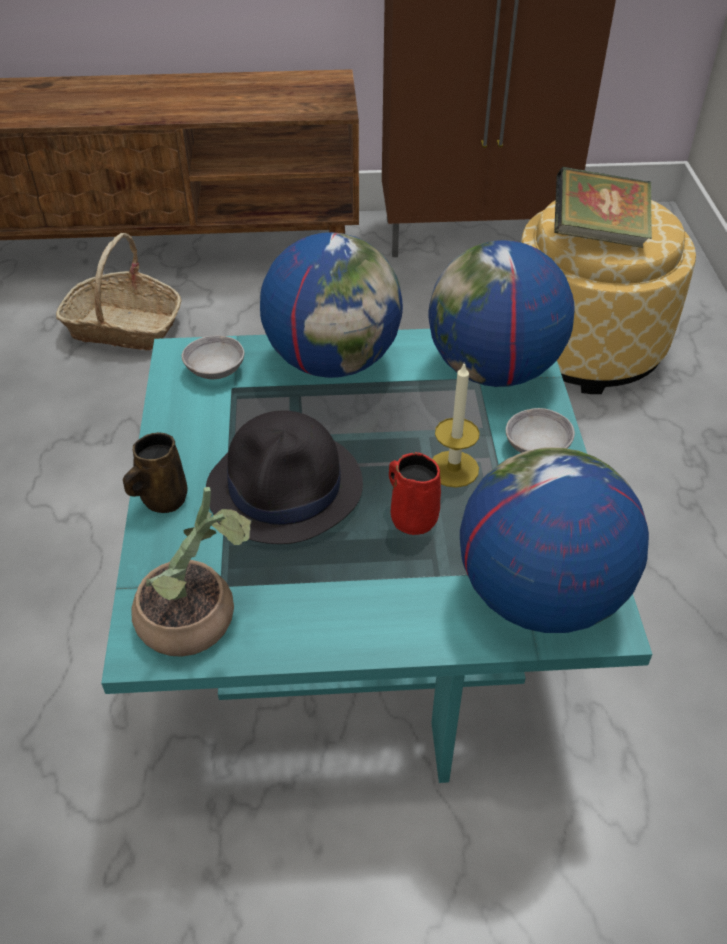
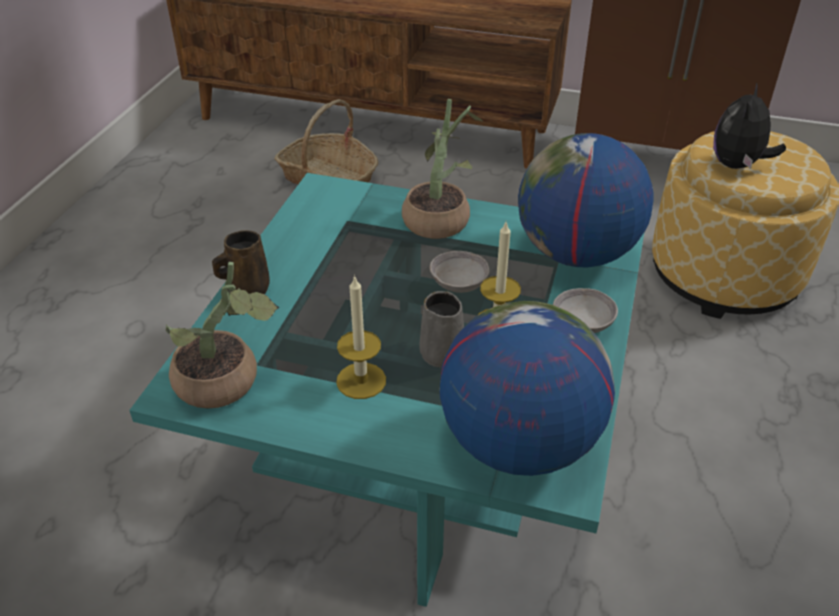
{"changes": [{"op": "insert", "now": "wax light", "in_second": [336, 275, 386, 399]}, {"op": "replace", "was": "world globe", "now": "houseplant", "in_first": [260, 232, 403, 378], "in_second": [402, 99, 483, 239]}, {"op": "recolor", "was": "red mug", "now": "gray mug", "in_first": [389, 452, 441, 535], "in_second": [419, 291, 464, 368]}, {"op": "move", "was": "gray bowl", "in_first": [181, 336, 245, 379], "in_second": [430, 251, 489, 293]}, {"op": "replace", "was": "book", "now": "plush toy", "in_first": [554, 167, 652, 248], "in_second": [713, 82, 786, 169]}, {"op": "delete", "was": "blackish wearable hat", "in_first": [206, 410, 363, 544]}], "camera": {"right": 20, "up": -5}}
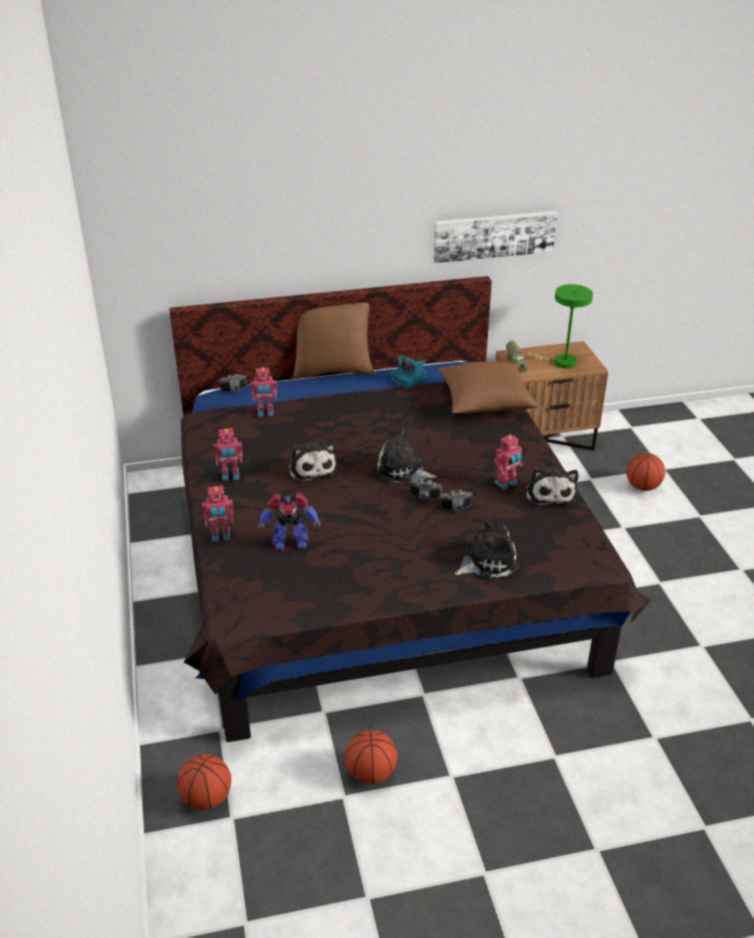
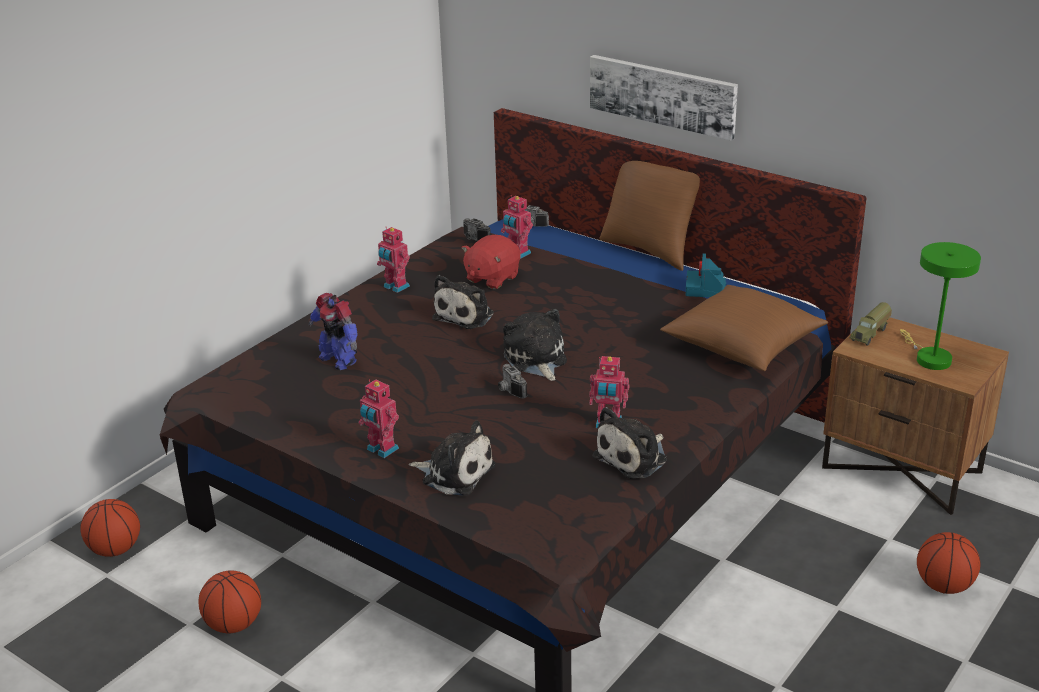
{"changes": [{"op": "move", "was": "robot figure", "in_first": [202, 486, 234, 542], "in_second": [359, 380, 399, 458]}, {"op": "insert", "now": "red plush toy", "in_second": [462, 235, 521, 289]}, {"op": "move", "was": "still camera", "in_first": [440, 490, 473, 511], "in_second": [463, 218, 491, 241]}, {"op": "move", "was": "wall art", "in_first": [434, 211, 557, 263], "in_second": [590, 55, 738, 141]}], "camera": {"right": 50, "up": -5}}
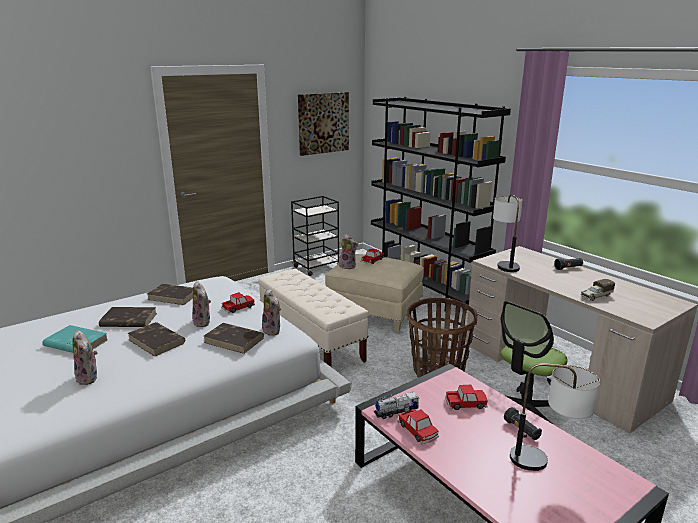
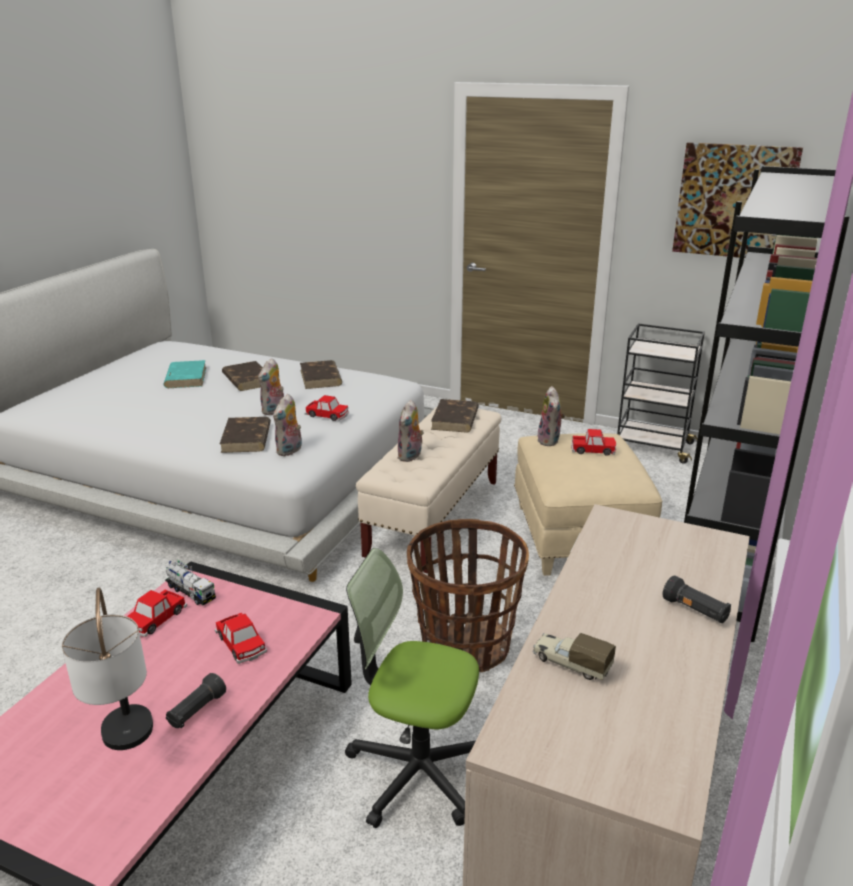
{"changes": [{"op": "move", "was": "plush toy", "in_first": [72, 330, 97, 385], "in_second": [397, 400, 424, 462]}, {"op": "move", "was": "brown book", "in_first": [127, 322, 185, 357], "in_second": [431, 399, 479, 433]}, {"op": "delete", "was": "table lamp", "in_first": [493, 194, 523, 272]}], "camera": {"right": 60, "up": 5}}
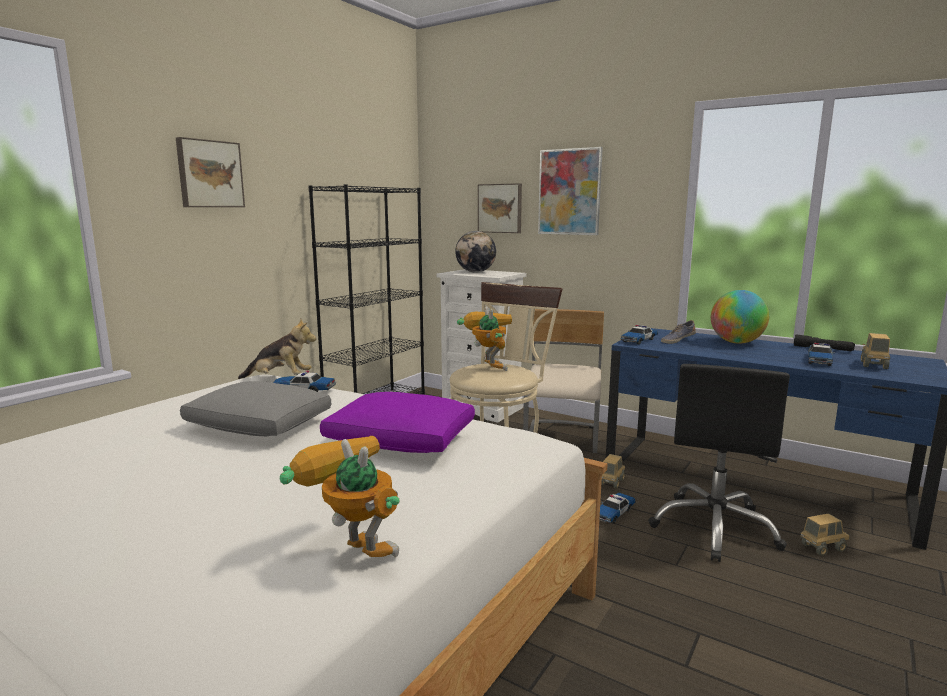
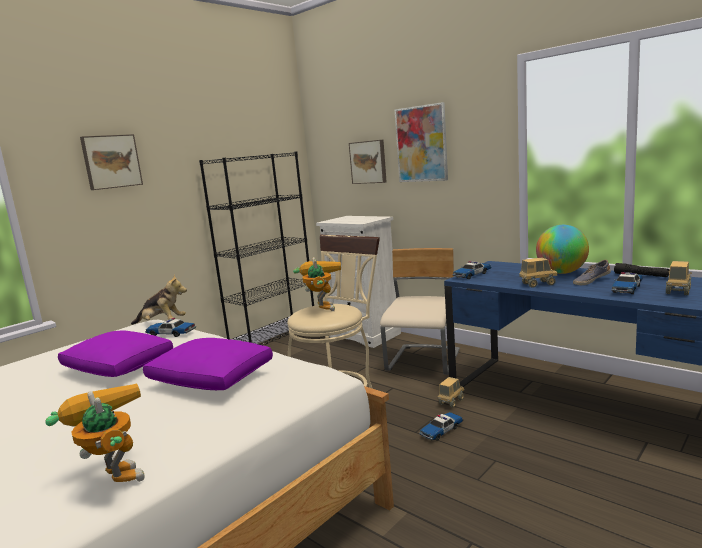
{"changes": [{"op": "recolor", "was": "gray throw pillow", "now": "purple throw pillow", "in_first": [180, 381, 331, 436], "in_second": [58, 331, 173, 377]}, {"op": "move", "was": "toy truck", "in_first": [800, 513, 850, 556], "in_second": [519, 258, 558, 288]}, {"op": "move", "was": "low shoe", "in_first": [661, 320, 696, 344], "in_second": [573, 260, 611, 285]}, {"op": "delete", "was": "world globe", "in_first": [455, 231, 496, 273]}, {"op": "delete", "was": "blackish computer chair", "in_first": [648, 364, 790, 562]}], "camera": {"right": 10, "up": 0}}
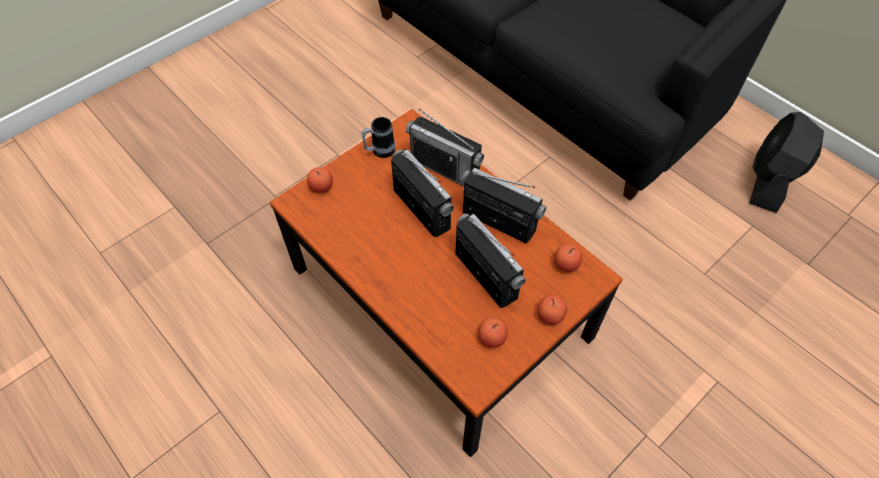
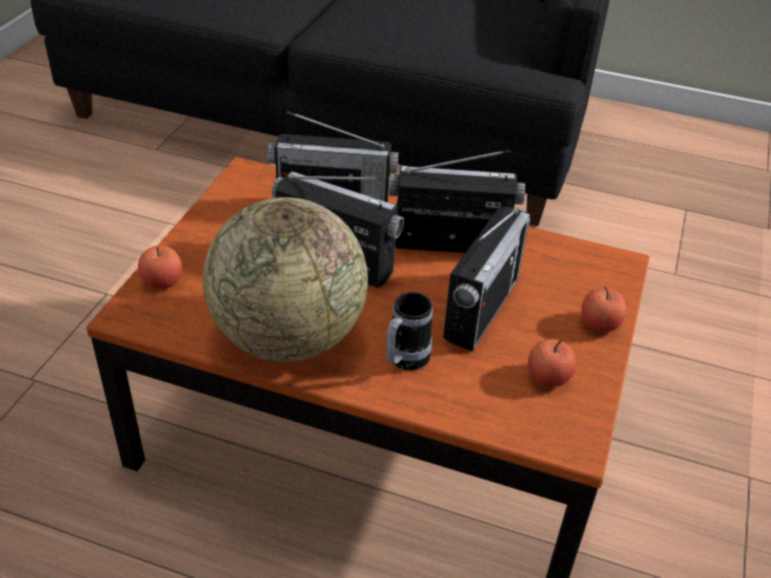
{"changes": [{"op": "insert", "now": "world globe", "in_second": [203, 197, 368, 362]}, {"op": "move", "was": "mug", "in_first": [362, 117, 395, 158], "in_second": [386, 292, 433, 370]}, {"op": "rotate", "was": "radio", "in_first": [455, 213, 526, 308], "in_second": [443, 206, 530, 351], "clockwise": 90}, {"op": "delete", "was": "apple", "in_first": [554, 244, 582, 272]}, {"op": "delete", "was": "blackish fan", "in_first": [749, 112, 824, 213]}], "camera": {"right": -30, "up": -15}}
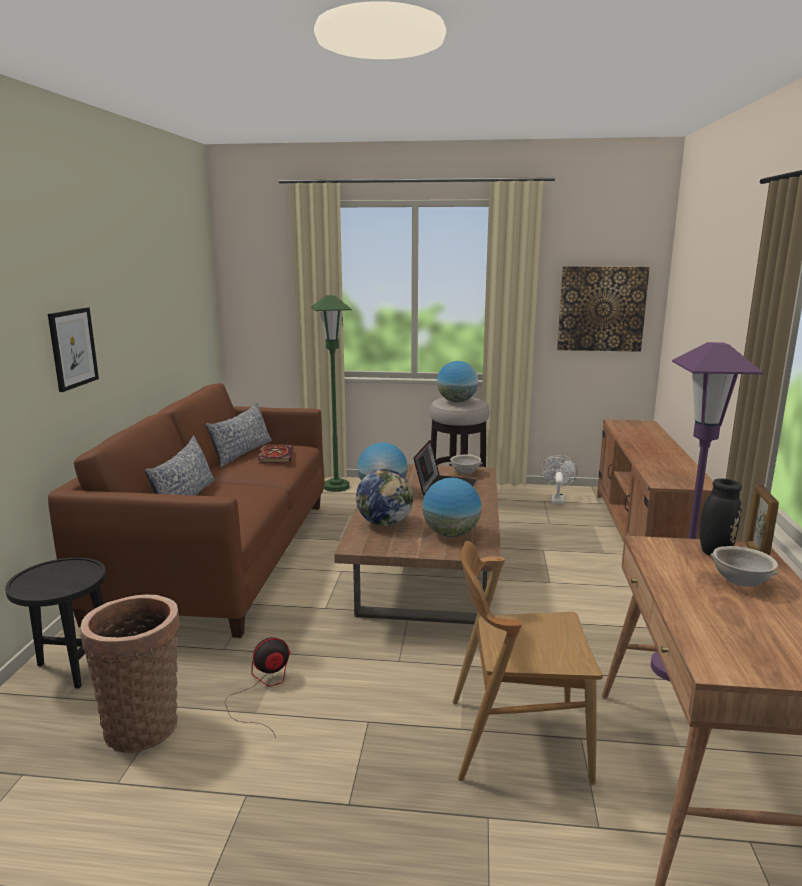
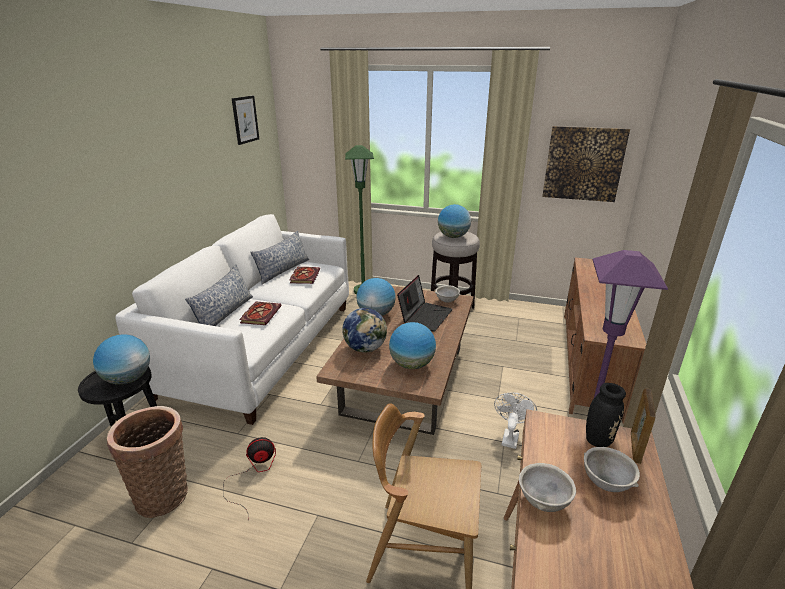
{"changes": [{"op": "insert", "now": "world globe", "in_second": [93, 334, 150, 385]}, {"op": "recolor", "was": "brown sofa", "now": "white sofa", "in_first": [48, 383, 325, 638], "in_second": [115, 214, 349, 425]}, {"op": "move", "was": "wall art", "in_first": [48, 307, 99, 392], "in_second": [232, 96, 259, 145]}, {"op": "insert", "now": "book", "in_second": [239, 302, 281, 325]}, {"op": "move", "was": "white fan", "in_first": [541, 455, 578, 504], "in_second": [494, 392, 537, 449]}, {"op": "insert", "now": "gray bowl", "in_second": [519, 463, 576, 512]}], "camera": {"right": 10, "up": 10}}
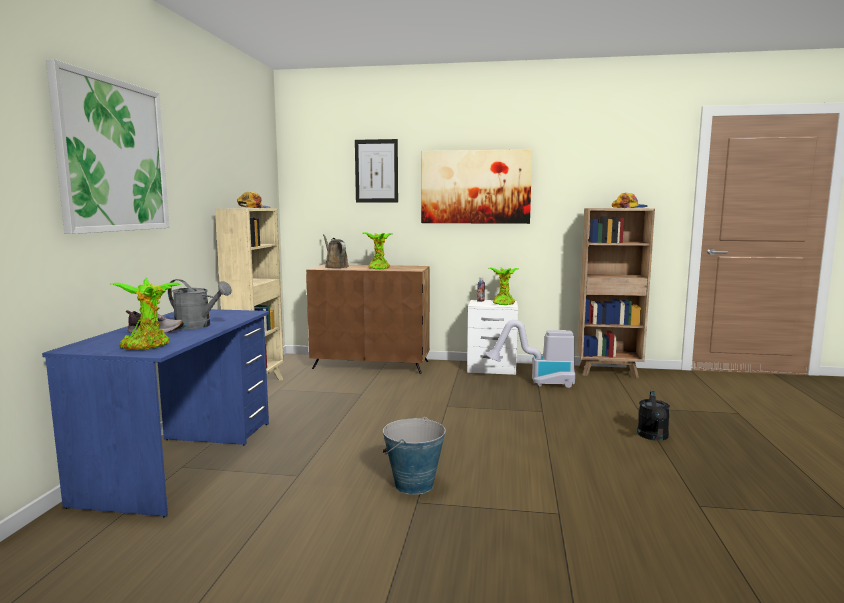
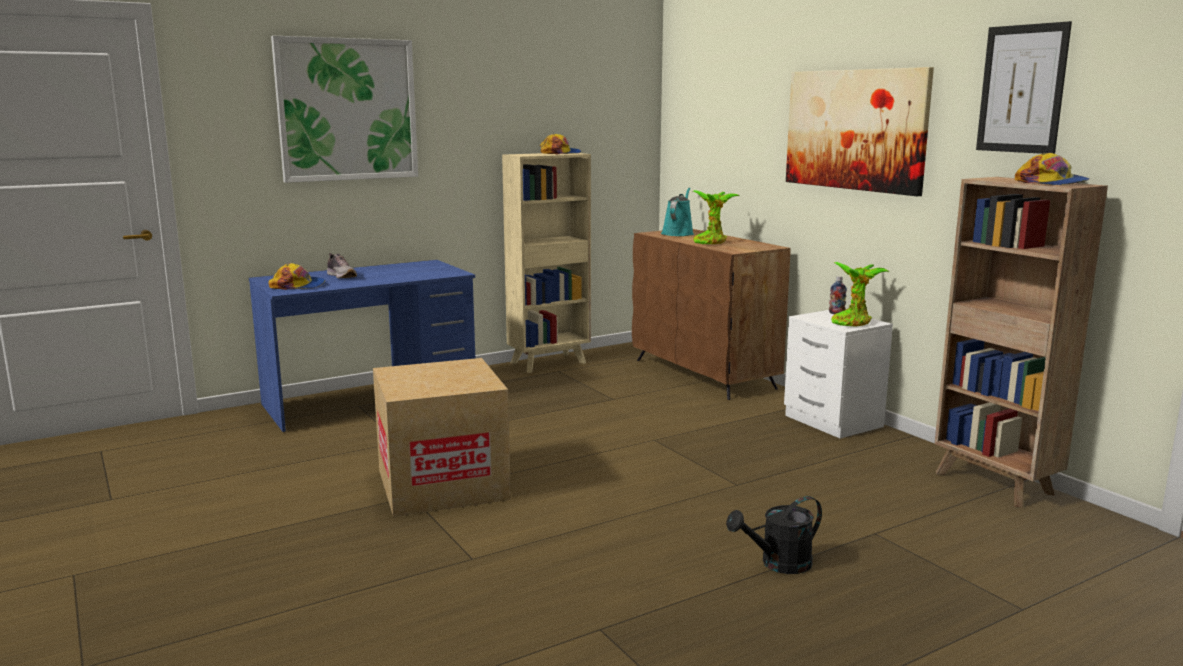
{"changes": [{"op": "replace", "was": "houseplant", "now": "peaked cap", "in_first": [110, 278, 182, 350], "in_second": [268, 263, 325, 290]}, {"op": "replace", "was": "pail", "now": "packing box", "in_first": [383, 417, 446, 495], "in_second": [373, 358, 511, 517]}, {"op": "recolor", "was": "brown watering pot", "now": "blue-green watering pot", "in_first": [323, 234, 349, 268], "in_second": [661, 187, 694, 236]}, {"op": "move", "was": "wall art", "in_first": [355, 139, 398, 202], "in_second": [976, 21, 1072, 154]}, {"op": "delete", "was": "gray watering pot", "in_first": [168, 279, 232, 329]}, {"op": "delete", "was": "hoover", "in_first": [485, 320, 575, 388]}], "camera": {"right": 50, "up": 5}}
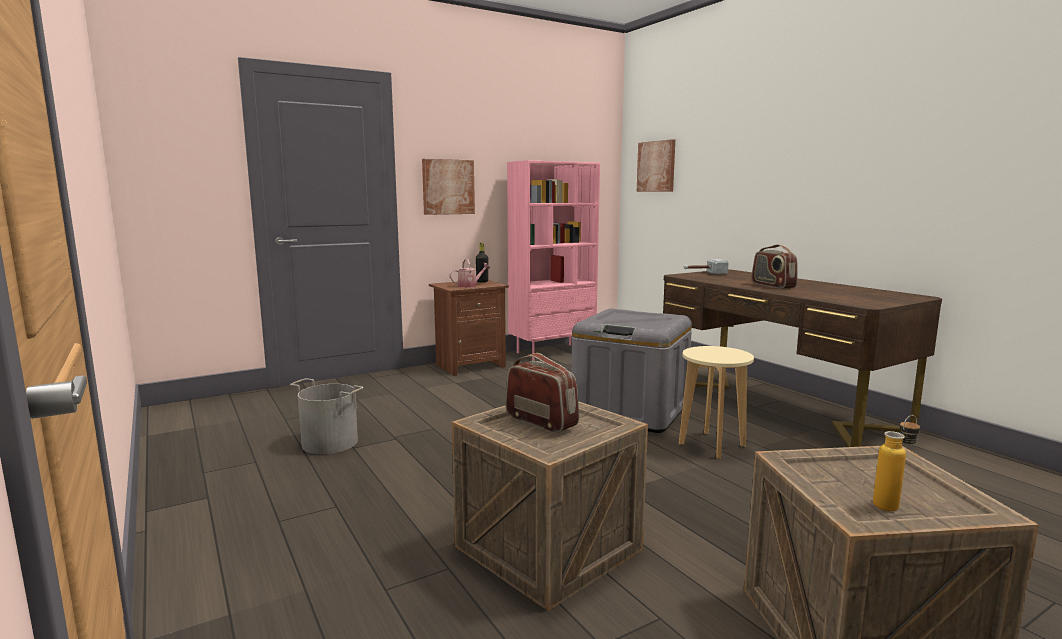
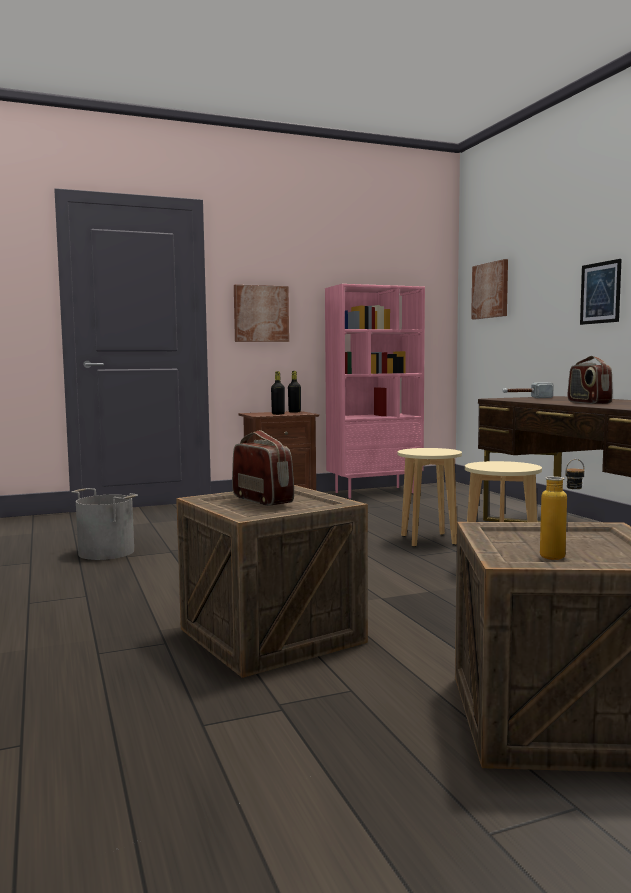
{"changes": [{"op": "replace", "was": "watering pot", "now": "blackish drink bottle", "in_first": [449, 259, 490, 288], "in_second": [271, 371, 285, 415]}, {"op": "replace", "was": "gray storage bin", "now": "beige-coloured stool seat", "in_first": [572, 309, 692, 433], "in_second": [398, 448, 462, 547]}, {"op": "insert", "now": "wall art", "in_second": [580, 259, 621, 325]}], "camera": {"right": 10, "up": -5}}
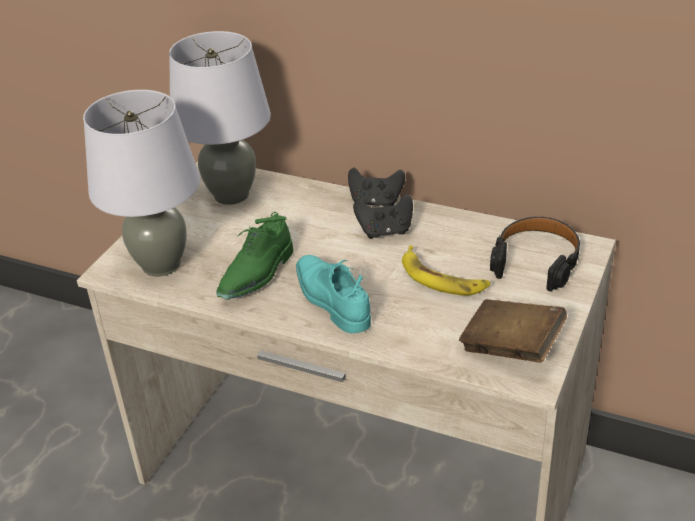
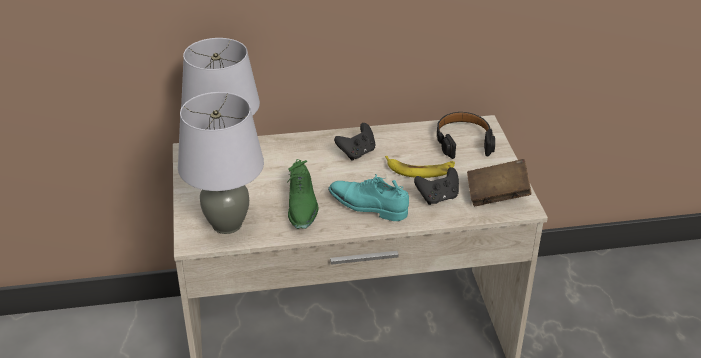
{"changes": [{"op": "move", "was": "blackish joypad", "in_first": [348, 167, 405, 207], "in_second": [414, 167, 459, 205]}], "camera": {"right": -35, "up": 0}}
